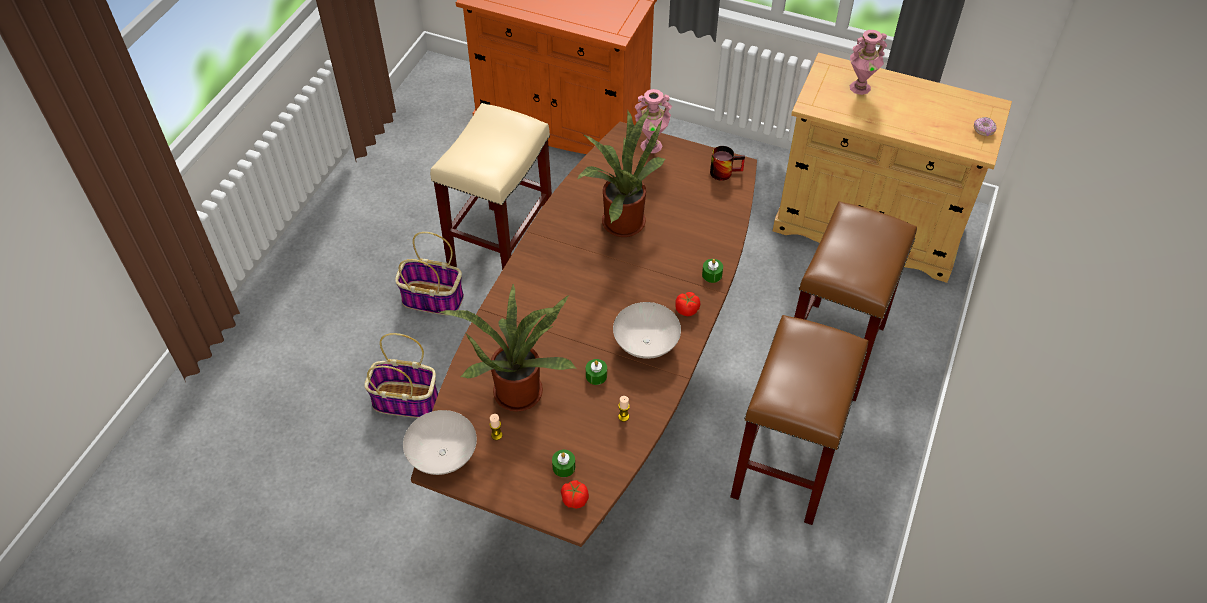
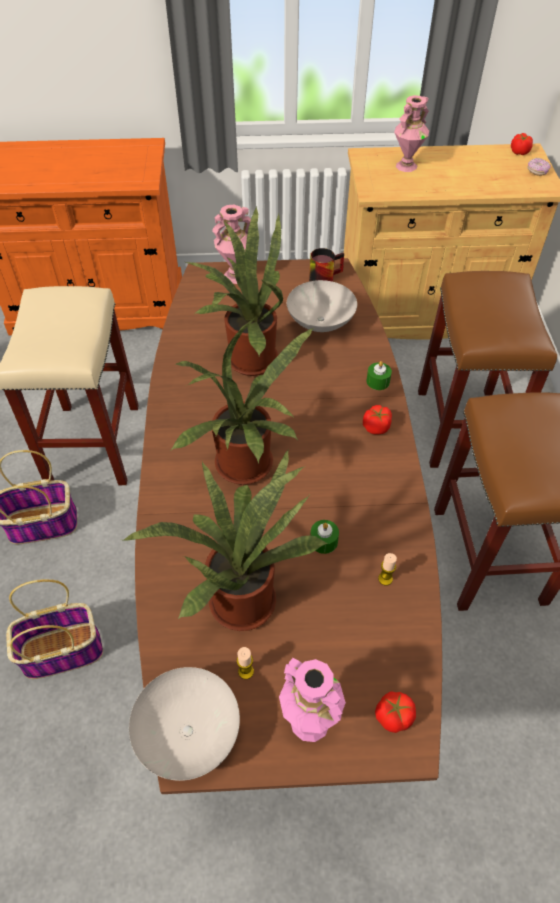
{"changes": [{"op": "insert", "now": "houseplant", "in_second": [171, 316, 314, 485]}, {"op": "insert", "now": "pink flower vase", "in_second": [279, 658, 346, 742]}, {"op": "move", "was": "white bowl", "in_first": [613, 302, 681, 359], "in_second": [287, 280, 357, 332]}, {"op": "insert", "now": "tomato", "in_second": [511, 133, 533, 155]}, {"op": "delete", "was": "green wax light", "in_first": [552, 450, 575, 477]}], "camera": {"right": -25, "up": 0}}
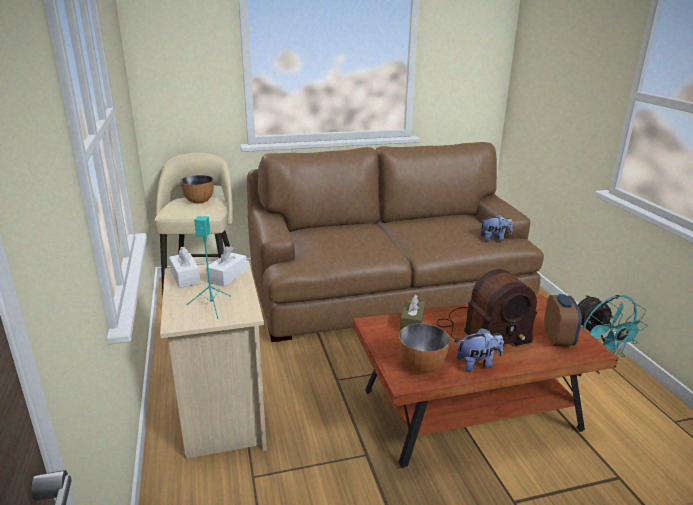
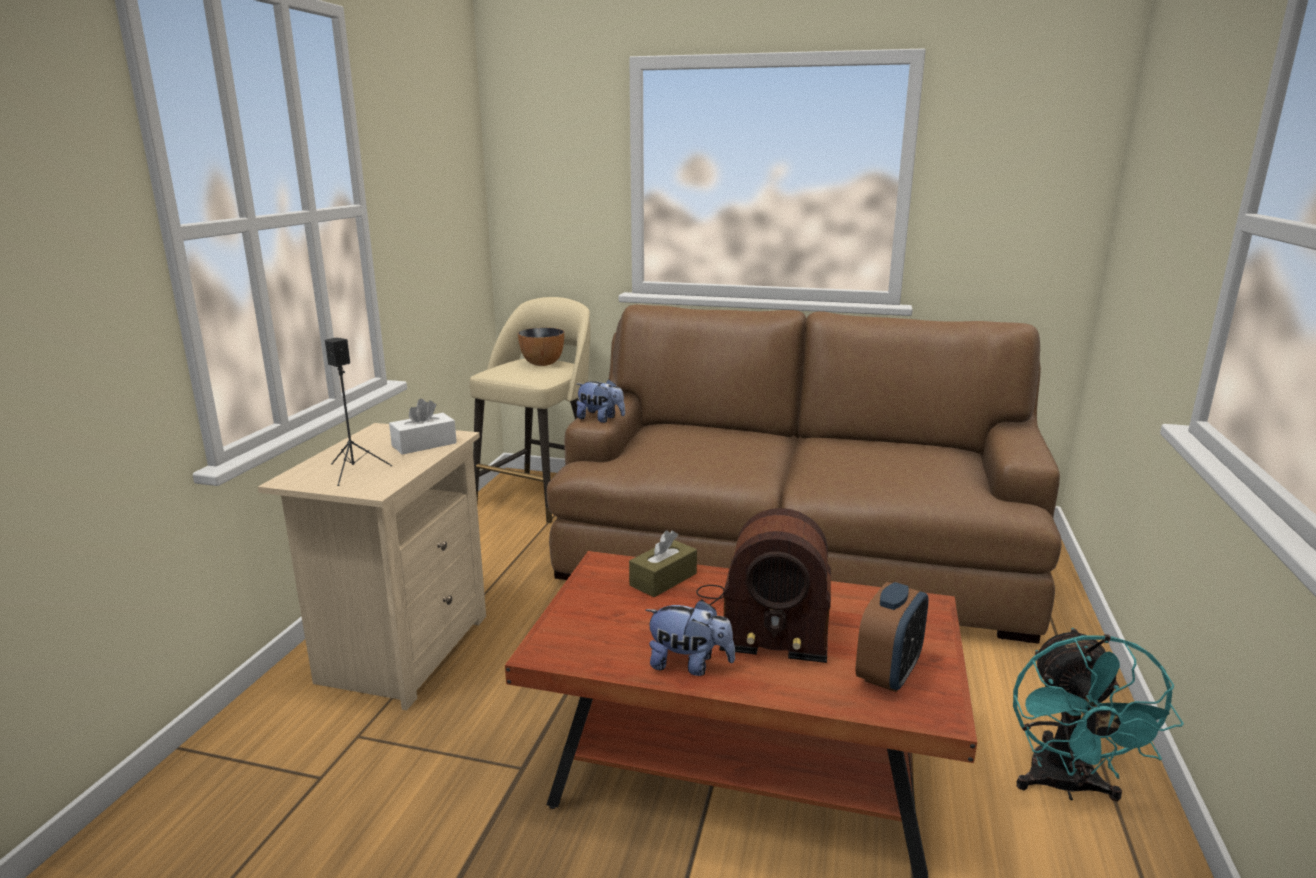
{"changes": [{"op": "recolor", "was": "blue-green loudspeaker", "now": "blackish loudspeaker", "in_first": [186, 216, 231, 319], "in_second": [325, 338, 392, 486]}, {"op": "move", "was": "plush toy", "in_first": [480, 214, 513, 242], "in_second": [576, 379, 625, 423]}, {"op": "delete", "was": "white tissue holder", "in_first": [169, 246, 201, 288]}, {"op": "delete", "was": "bowl", "in_first": [399, 323, 450, 373]}], "camera": {"right": 30, "up": -5}}
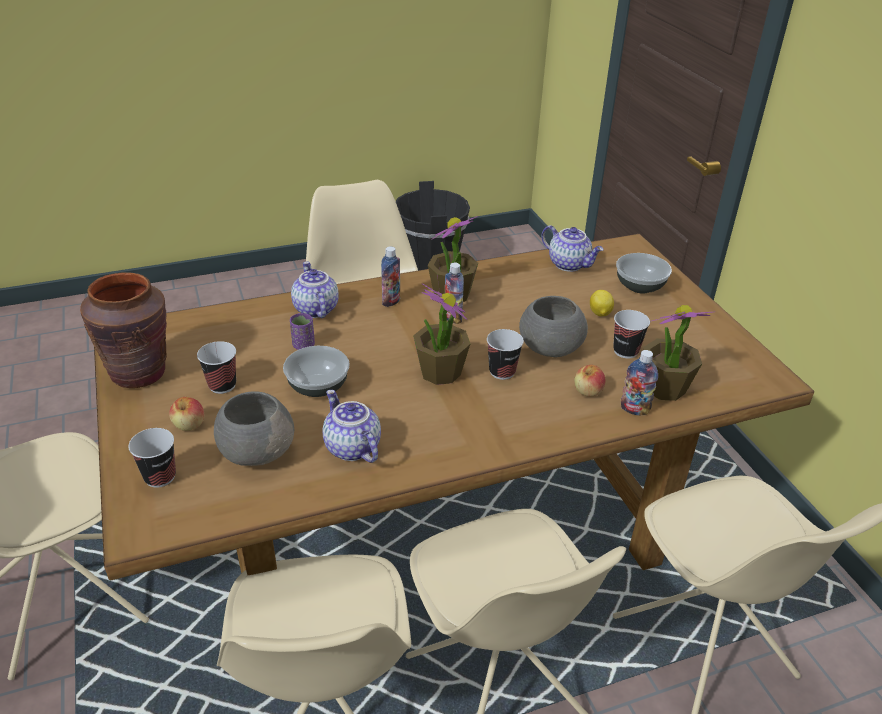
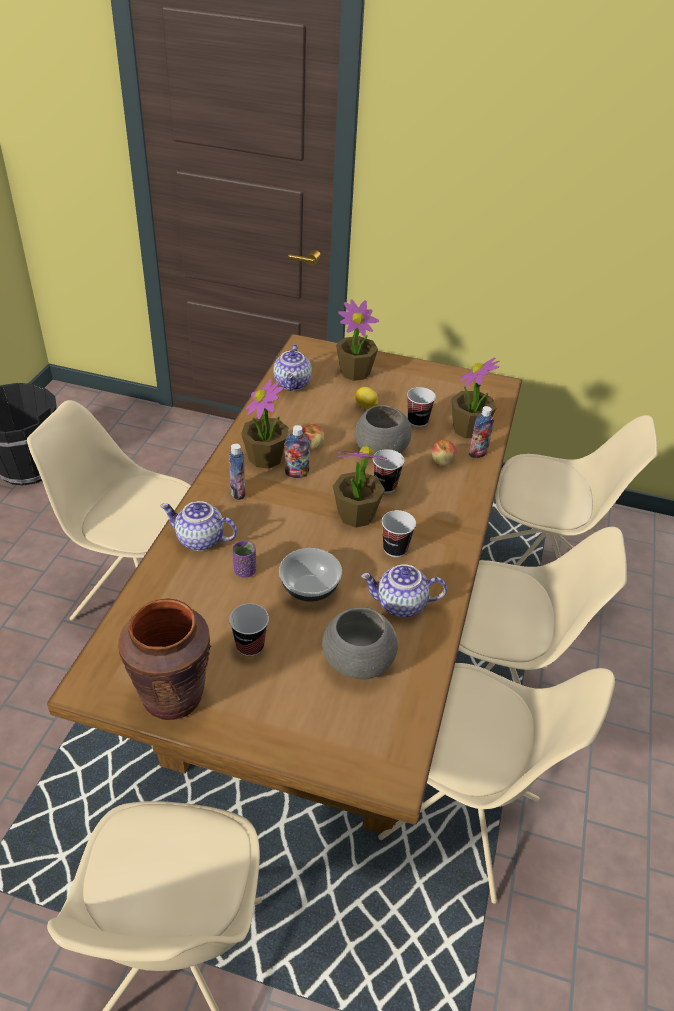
{"changes": [{"op": "rotate", "was": "teapot", "in_first": [541, 225, 603, 272], "in_second": [273, 344, 312, 391], "clockwise": 105}, {"op": "move", "was": "apple", "in_first": [169, 397, 204, 431], "in_second": [302, 424, 324, 449]}, {"op": "replace", "was": "bowl", "now": "houseplant", "in_first": [616, 253, 672, 294], "in_second": [336, 300, 379, 381]}, {"op": "move", "was": "small cup", "in_first": [128, 428, 176, 488], "in_second": [382, 510, 416, 557]}], "camera": {"right": -55, "up": 5}}
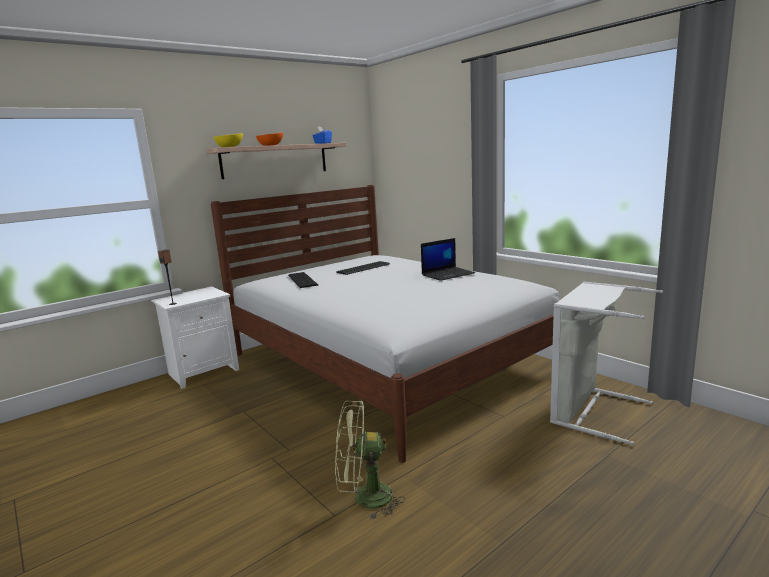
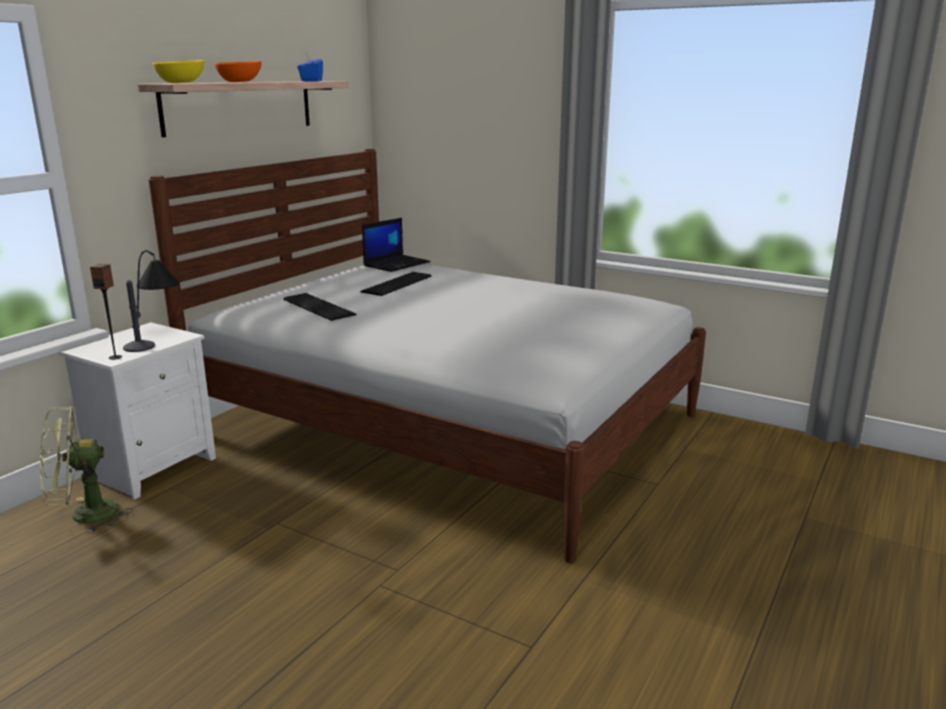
{"changes": [{"op": "move", "was": "green fan", "in_first": [335, 401, 405, 519], "in_second": [40, 406, 133, 532]}, {"op": "insert", "now": "table lamp", "in_second": [123, 250, 179, 352]}, {"op": "move", "was": "notebook computer", "in_first": [421, 238, 475, 281], "in_second": [362, 218, 431, 272]}, {"op": "delete", "was": "gray laundry basket", "in_first": [550, 281, 663, 445]}], "camera": {"right": -20, "up": 5}}
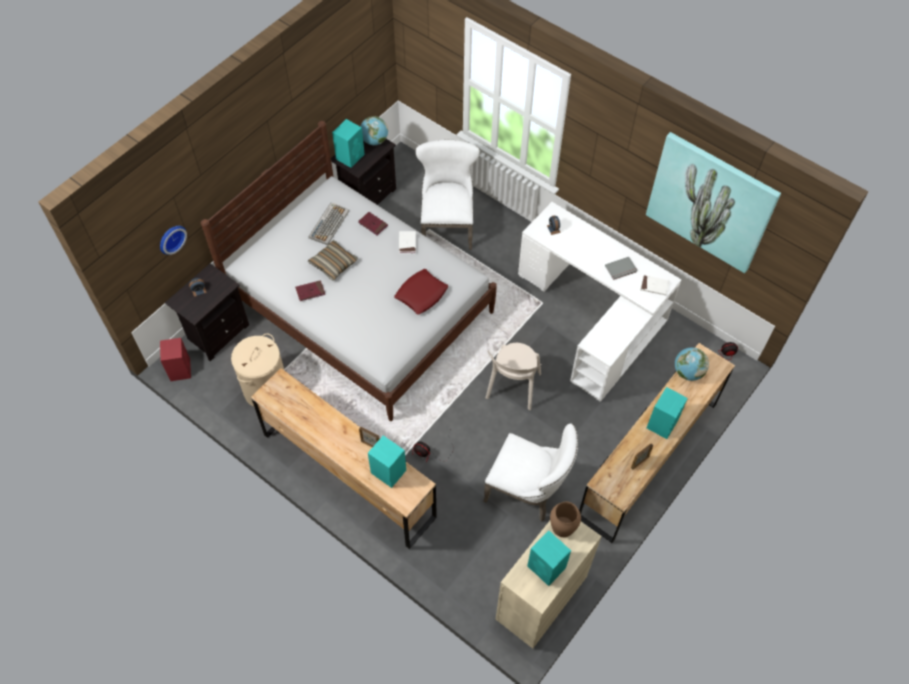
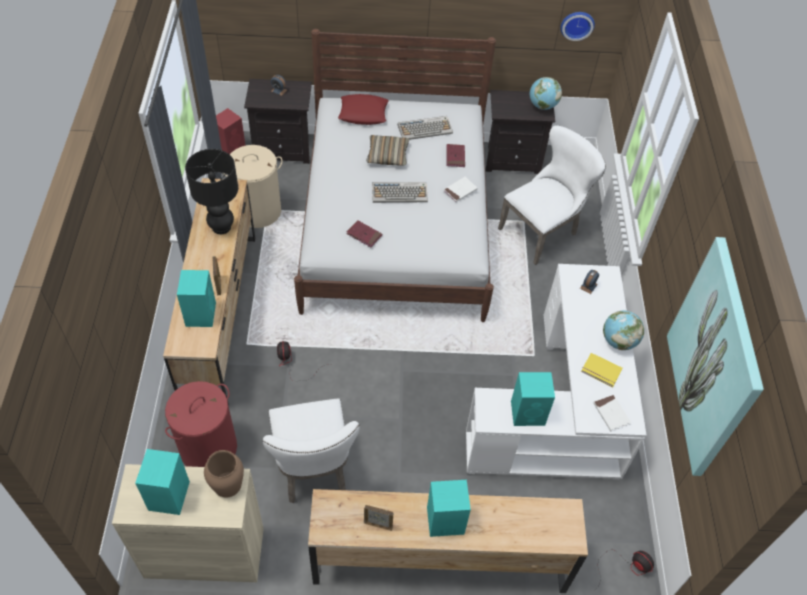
{"changes": [{"op": "insert", "now": "red laundry basket", "in_second": [165, 381, 237, 467]}, {"op": "insert", "now": "blackish table lamp", "in_second": [185, 149, 238, 234]}, {"op": "move", "was": "red throw pillow", "in_first": [394, 269, 448, 315], "in_second": [338, 94, 389, 125]}, {"op": "move", "was": "red book", "in_first": [295, 280, 325, 301], "in_second": [346, 220, 382, 247]}, {"op": "insert", "now": "PC keyboard", "in_second": [372, 182, 428, 203]}, {"op": "move", "was": "blue-green loudspeaker", "in_first": [332, 119, 365, 168], "in_second": [511, 372, 555, 426]}, {"op": "move", "was": "clock on the wall", "in_first": [160, 226, 187, 255], "in_second": [560, 12, 595, 41]}, {"op": "recolor", "was": "gray book", "now": "yellow-coloured book", "in_first": [605, 257, 638, 280], "in_second": [581, 353, 623, 387]}, {"op": "move", "was": "world globe", "in_first": [675, 347, 709, 381], "in_second": [603, 311, 644, 350]}, {"op": "delete", "was": "beige-coloured upright chair", "in_first": [486, 343, 542, 410]}], "camera": {"right": 50, "up": -5}}
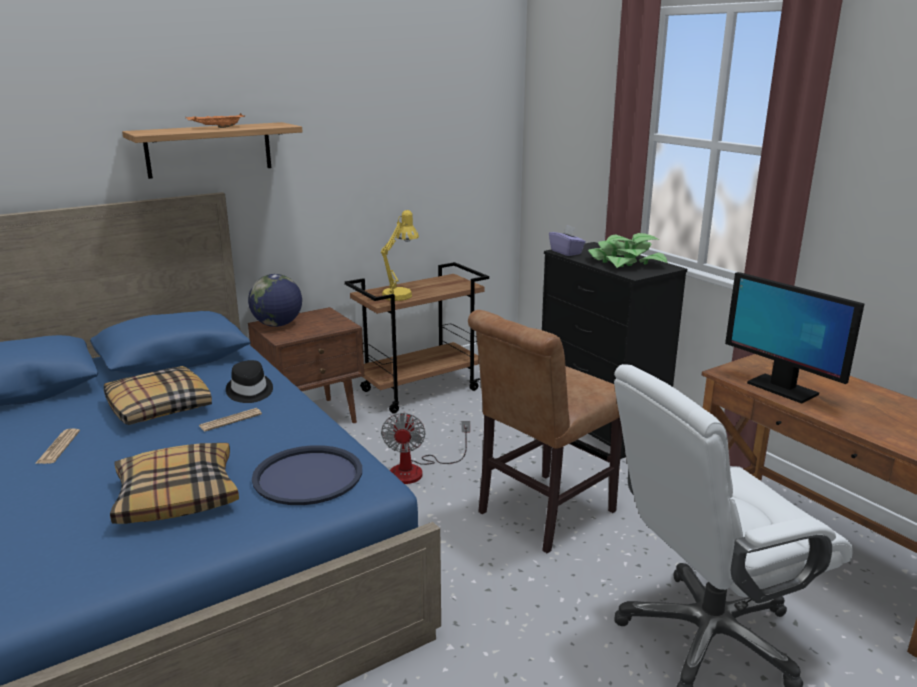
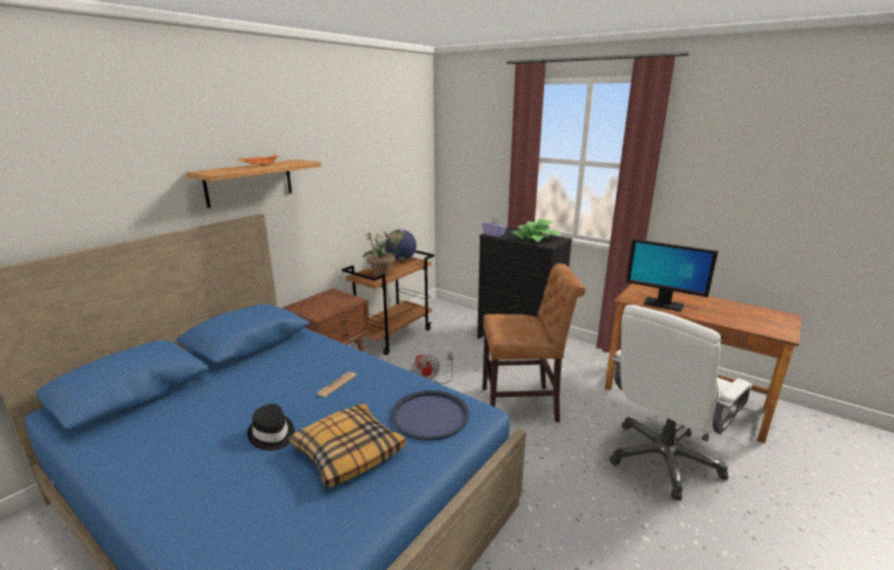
{"changes": [{"op": "move", "was": "blackish wearable hat", "in_first": [226, 360, 273, 403], "in_second": [247, 404, 295, 451]}, {"op": "replace", "was": "yellow-coloured table lamp", "now": "houseplant", "in_first": [381, 210, 419, 301], "in_second": [363, 232, 400, 276]}, {"op": "move", "was": "world globe", "in_first": [248, 274, 302, 327], "in_second": [385, 229, 416, 261]}, {"op": "rotate", "was": "brown upright chair", "in_first": [468, 310, 623, 553], "in_second": [483, 263, 586, 422], "clockwise": -120}, {"op": "delete", "was": "printed paper", "in_first": [35, 428, 80, 464]}, {"op": "delete", "was": "throw pillow", "in_first": [104, 366, 212, 425]}], "camera": {"right": -20, "up": 0}}
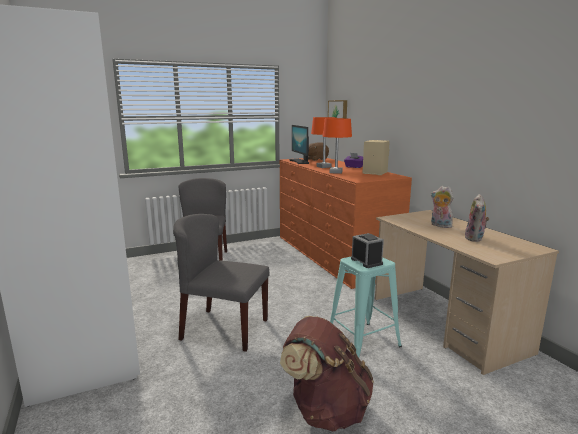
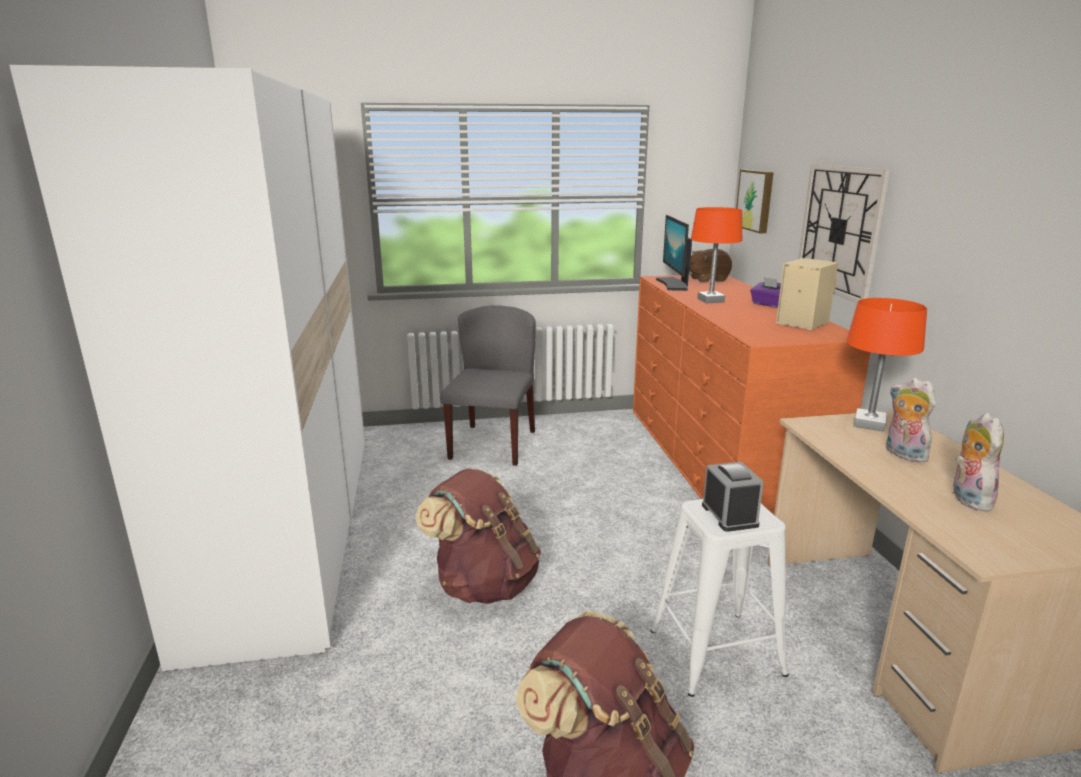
{"changes": [{"op": "replace", "was": "gray upright chair", "now": "brown backpack", "in_first": [173, 214, 270, 352], "in_second": [415, 468, 541, 604]}, {"op": "recolor", "was": "blue-green stool seat", "now": "white stool seat", "in_first": [330, 257, 402, 358], "in_second": [650, 499, 788, 697]}, {"op": "insert", "now": "clock on the wall", "in_second": [798, 165, 891, 303]}, {"op": "move", "was": "orange table lamp", "in_first": [323, 118, 352, 174], "in_second": [846, 298, 927, 432]}, {"op": "rotate", "was": "plush toy", "in_first": [465, 194, 490, 242], "in_second": [953, 413, 1004, 511], "clockwise": 150}], "camera": {"right": 15, "up": 5}}
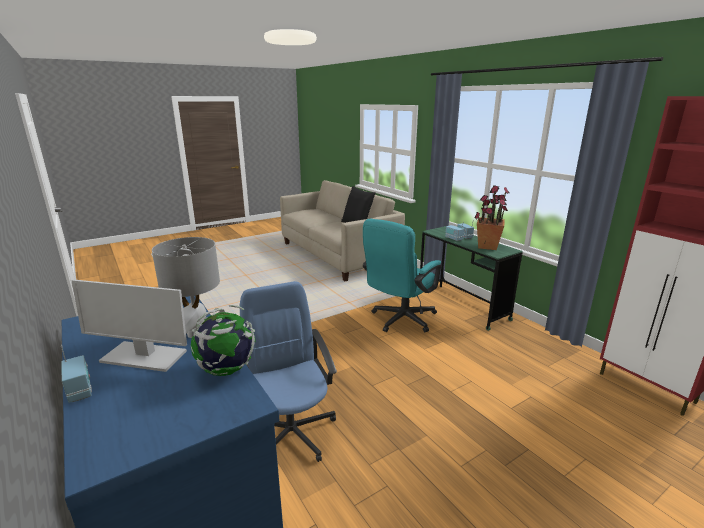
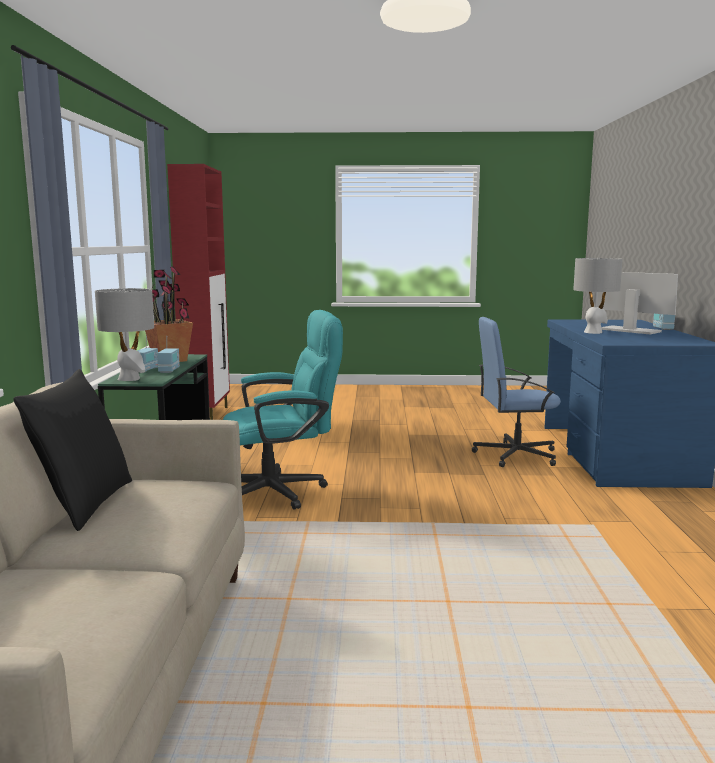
{"changes": [{"op": "insert", "now": "gray table lamp", "in_second": [95, 288, 154, 381]}, {"op": "rotate", "was": "blue computer chair", "in_first": [240, 281, 337, 462], "in_second": [472, 317, 561, 467], "clockwise": 75}, {"op": "delete", "was": "world globe", "in_first": [191, 305, 255, 376]}], "camera": {"right": -145, "up": -10}}
